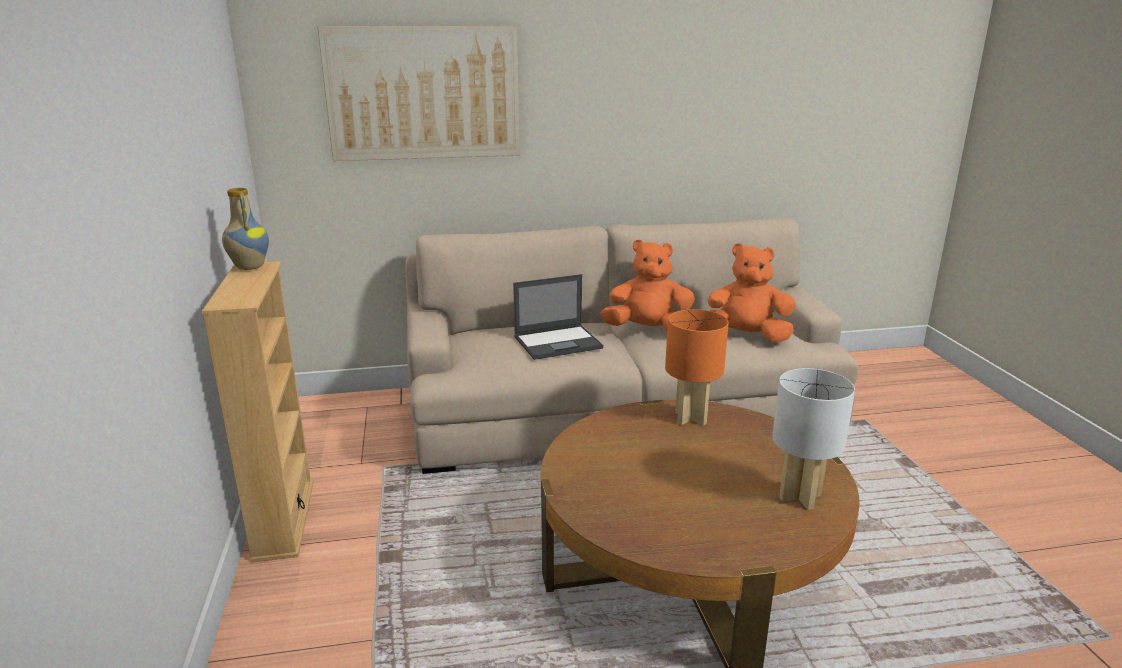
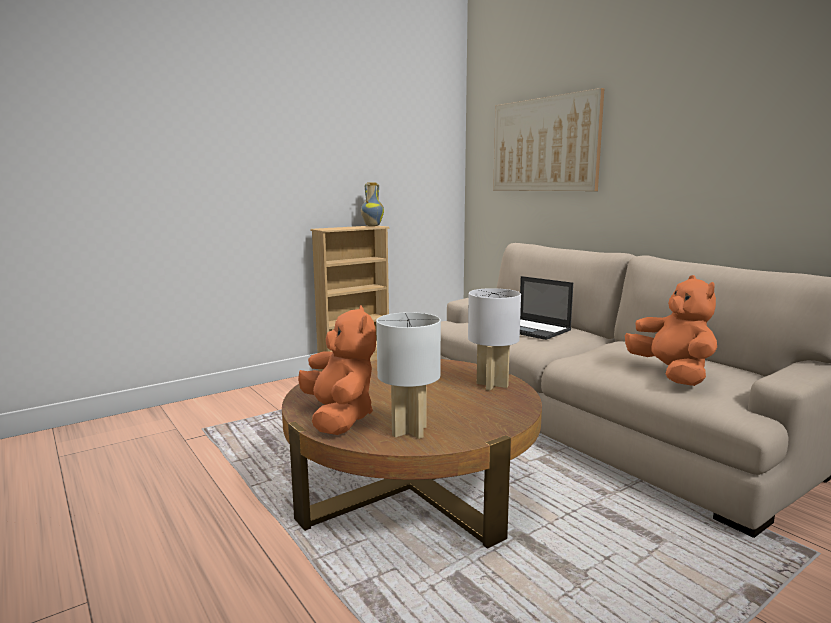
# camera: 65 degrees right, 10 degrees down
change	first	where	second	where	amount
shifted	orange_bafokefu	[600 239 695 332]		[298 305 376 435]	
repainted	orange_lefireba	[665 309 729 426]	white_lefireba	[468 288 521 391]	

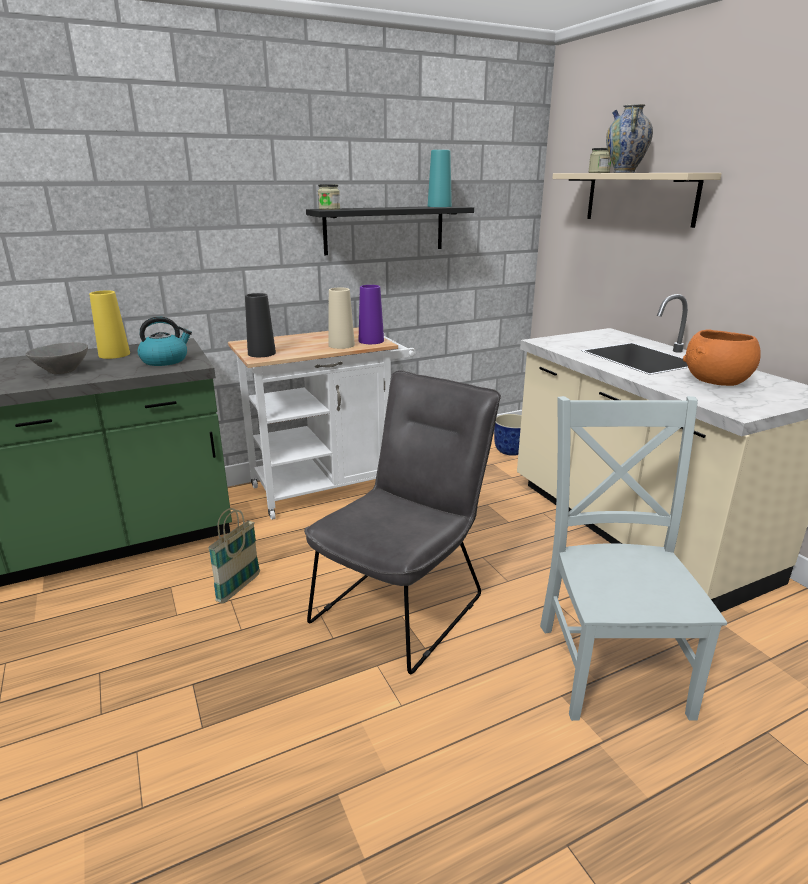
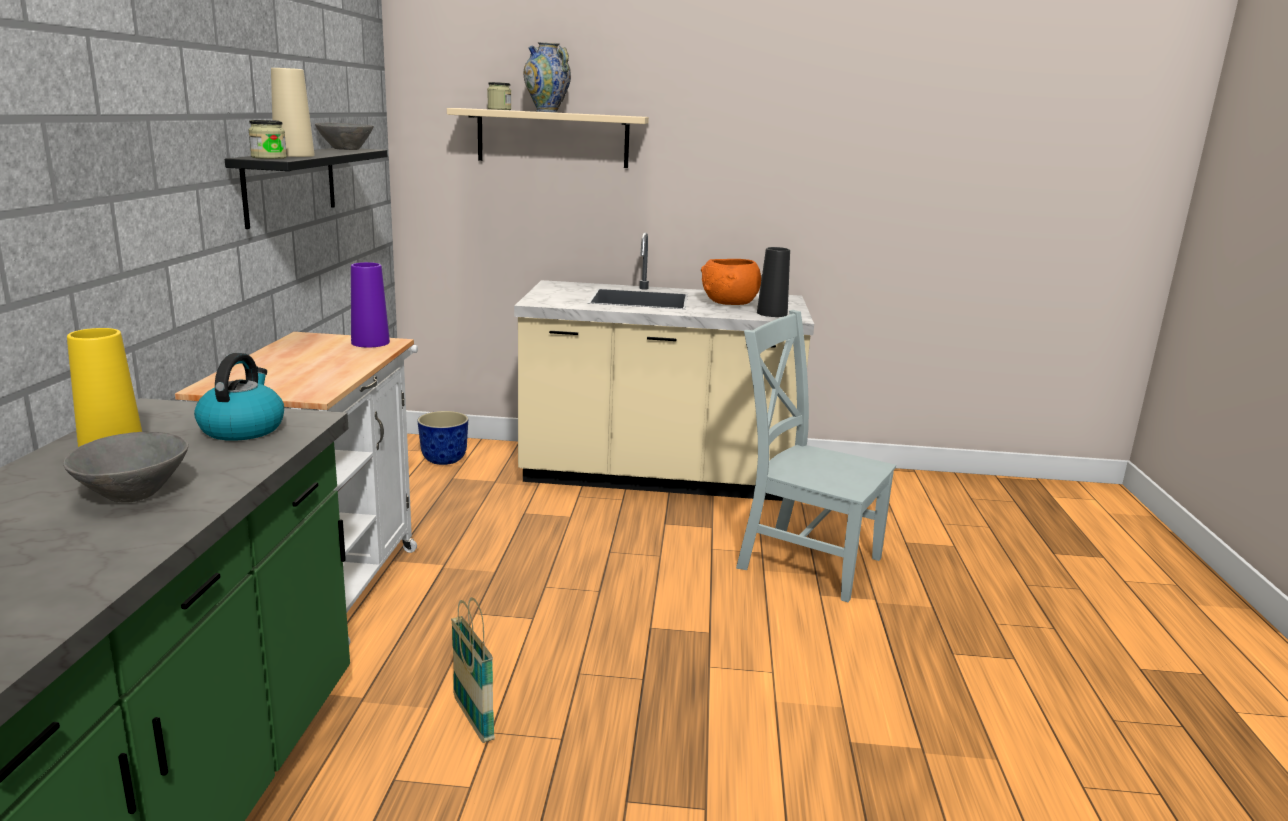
# camera: 60 degrees left, 5 degrees down
change	first	where	second	where	amount
gone	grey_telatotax	[304 370 501 674]			
shifted	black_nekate	[245 293 276 357]		[757 247 790 317]	
shifted	beige_nekate	[328 287 355 349]		[271 68 315 157]	
swapped	turquoise_nekate	[428 150 452 207]	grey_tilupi	[315 123 374 150]	

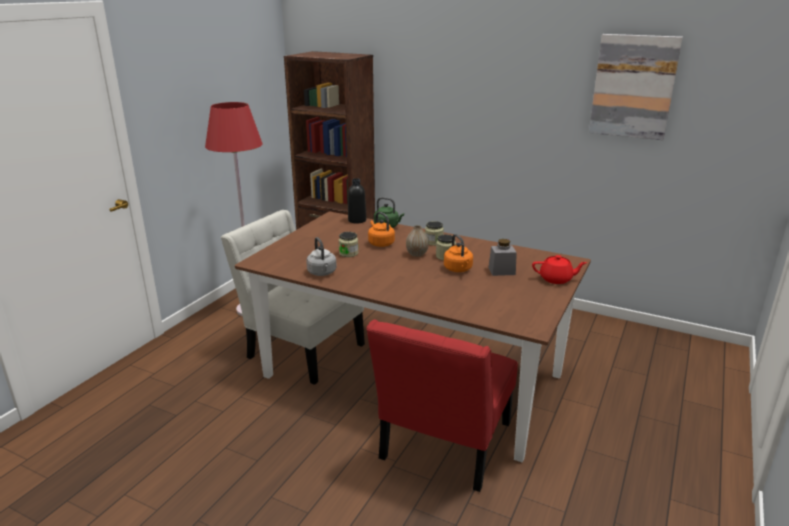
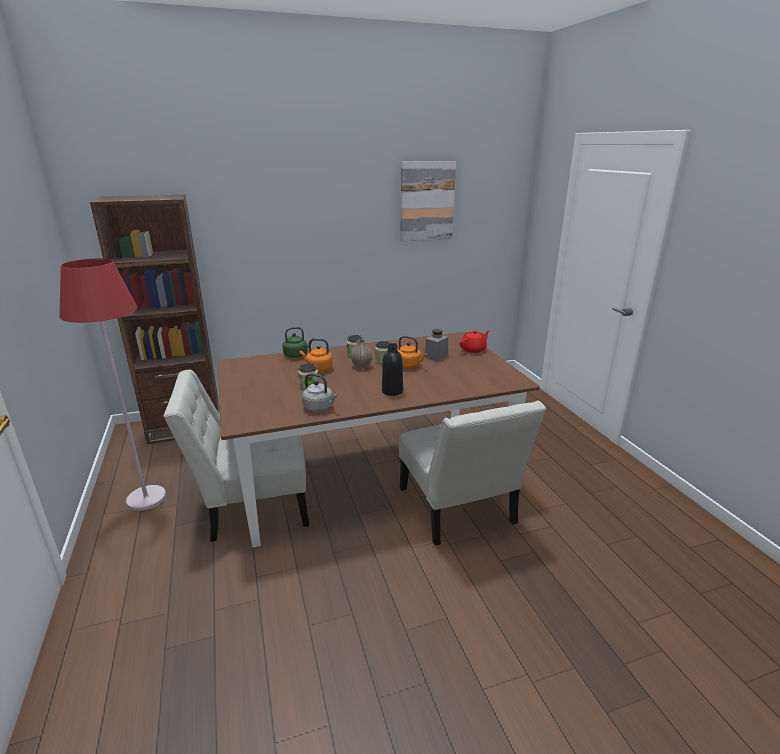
# camera: 45 degrees left, 0 degrees up
change	first	where	second	where	amount
shifted	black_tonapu	[348 178 366 224]		[382 343 403 396]	
repainted	red_telatotax	[366 320 518 492]	white_telatotax	[399 401 546 546]	

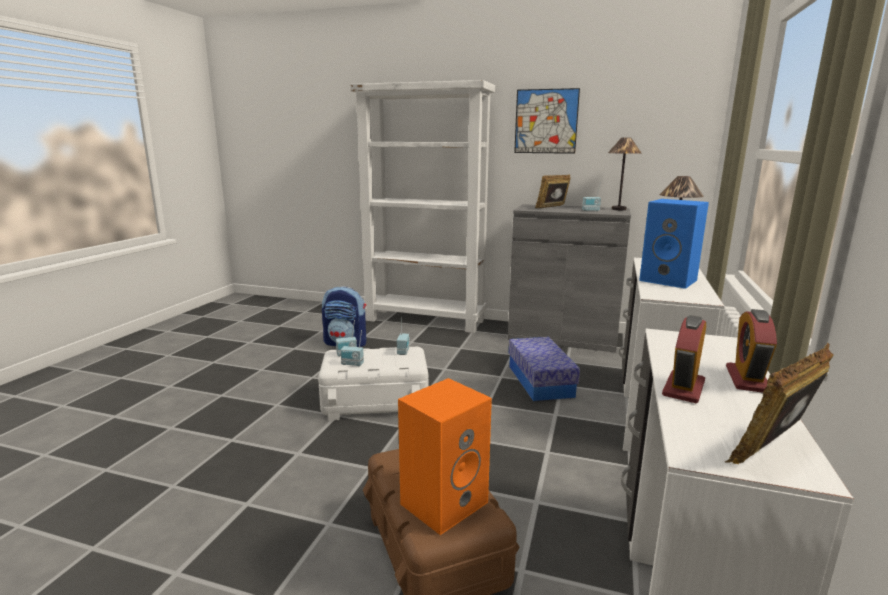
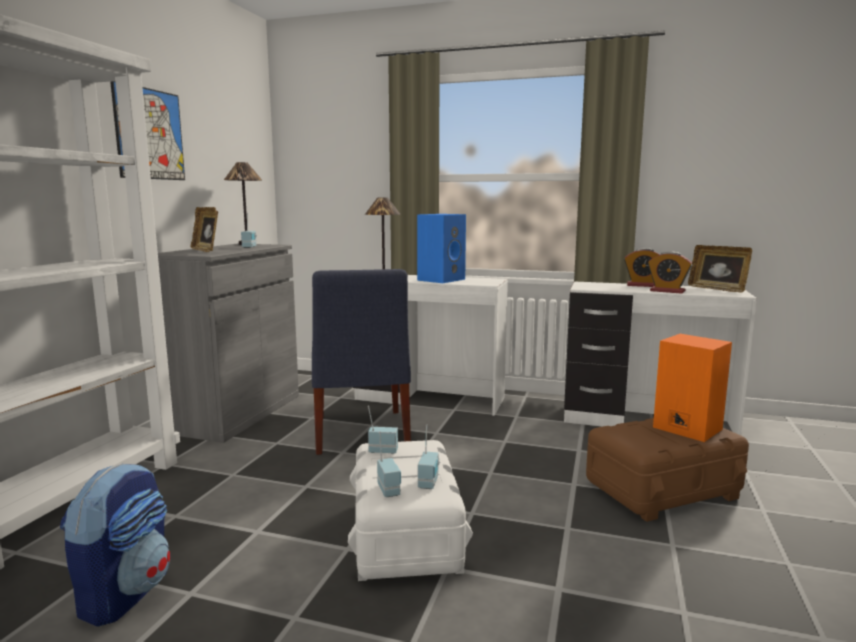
# camera: 90 degrees left, 5 degrees down
change	first	where	second	where	amount
swapped	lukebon	[509 337 580 401]	blue_telatotax	[312 269 411 455]	

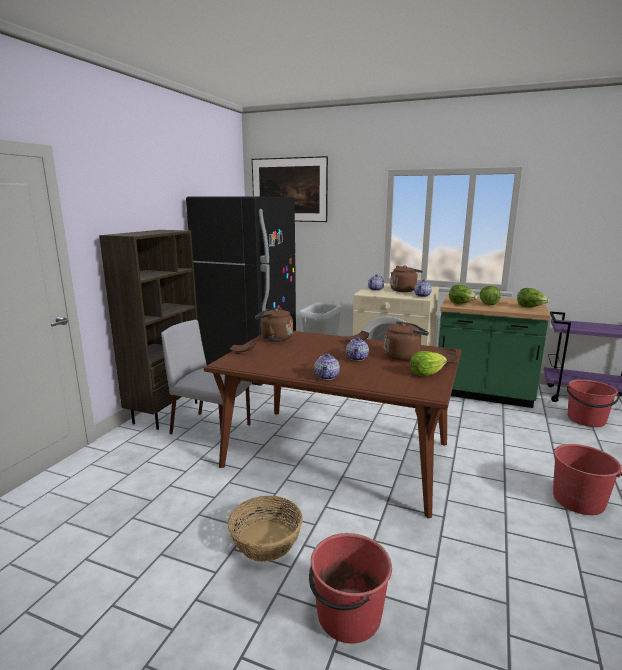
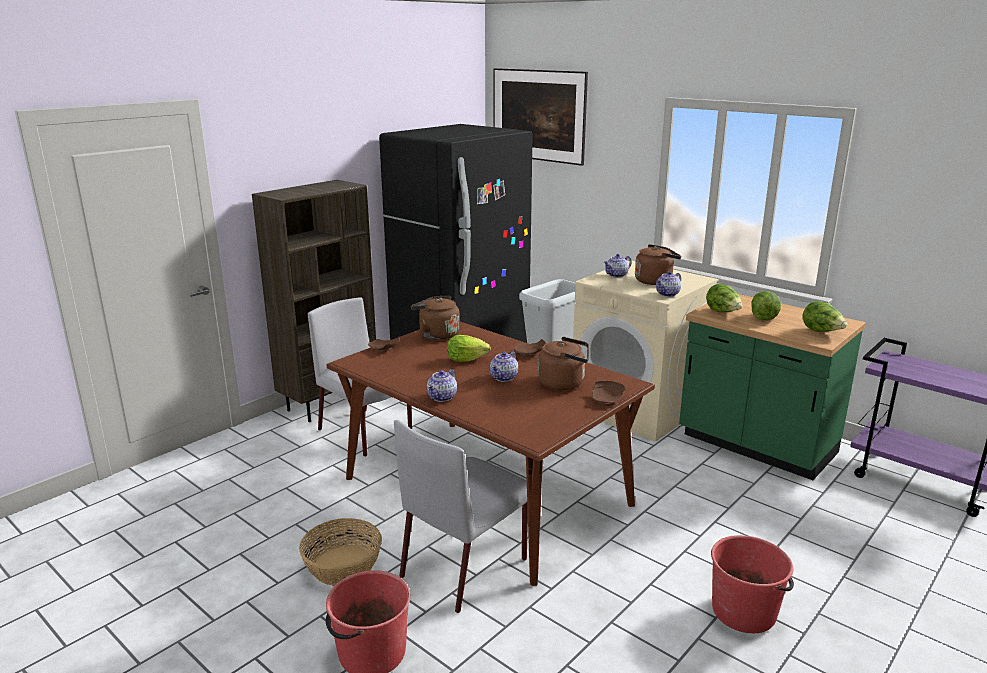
# camera: 20 degrees right, 5 degrees up
change	first	where	second	where	amount
gone	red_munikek	[567 379 620 427]			
new			grey_telatotax	[394 420 528 613]	
shifted	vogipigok	[410 351 447 376]		[447 335 491 362]	

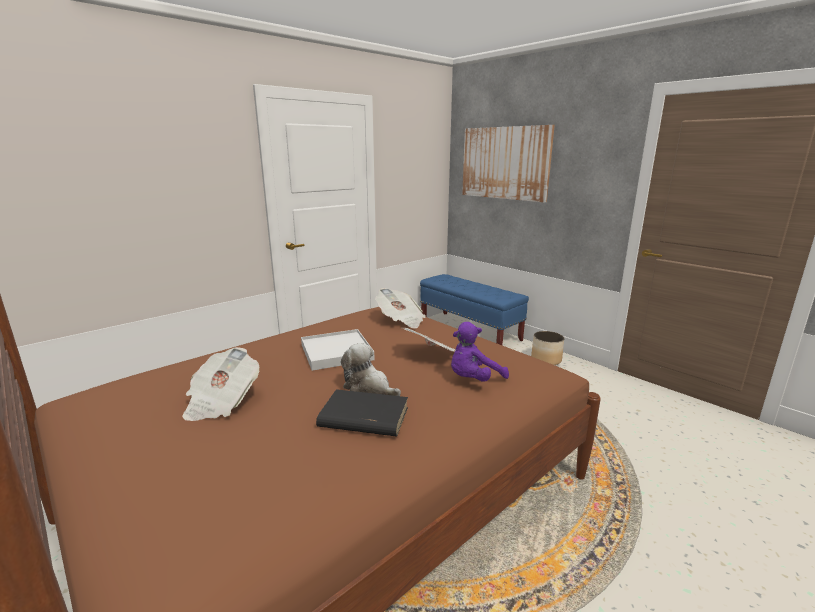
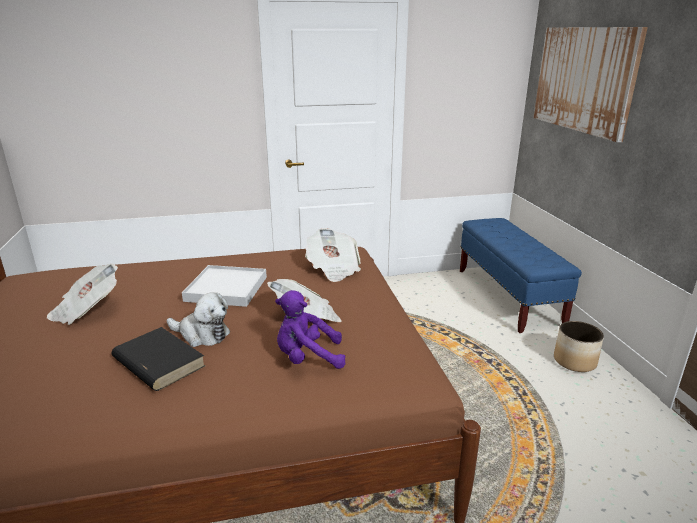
# camera: 30 degrees right, 5 degrees up
change	first	where	second	where	amount
rotated	bafokefu	[341 343 401 396]		[167 292 230 347]	135 degrees clockwise

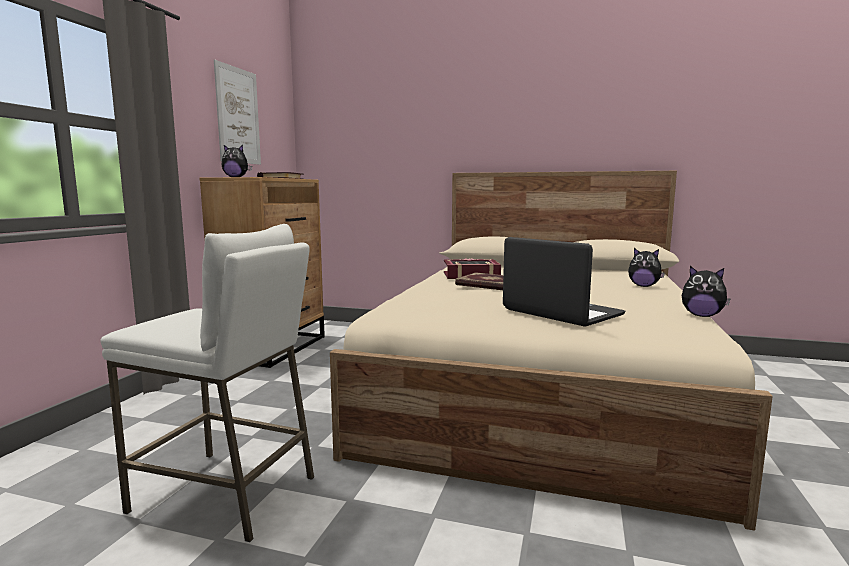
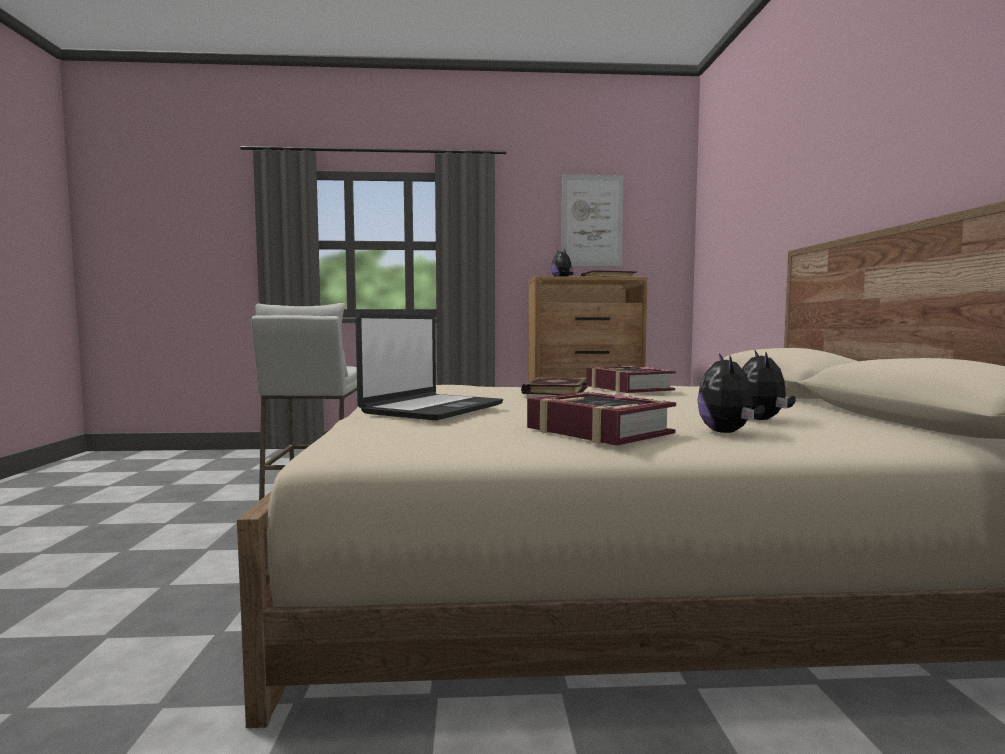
# camera: 70 degrees right, 5 degrees down
change	first	where	second	where	amount
new			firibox	[527 391 676 446]	
shifted	bafokefu	[682 266 730 317]		[742 349 796 420]	

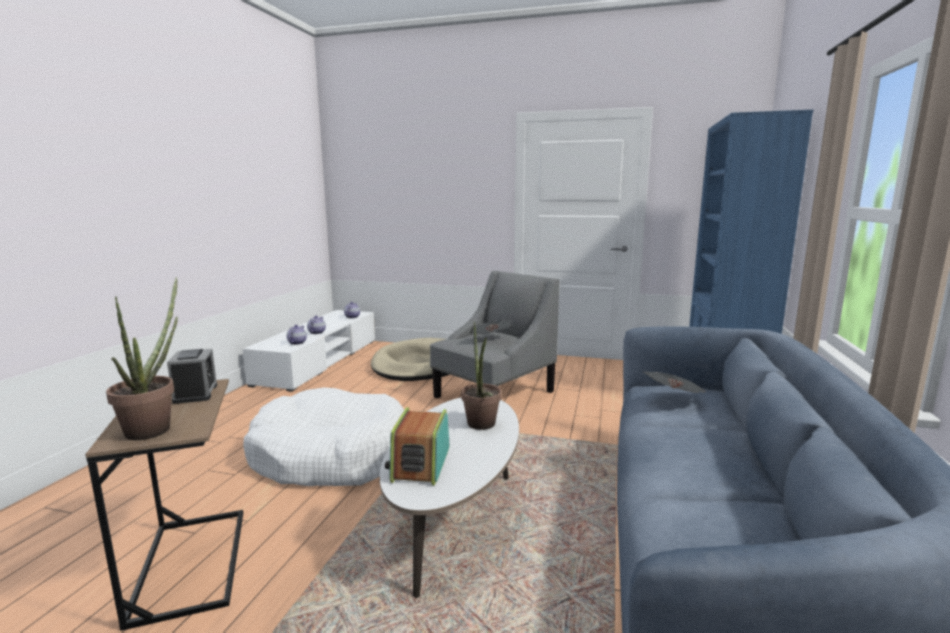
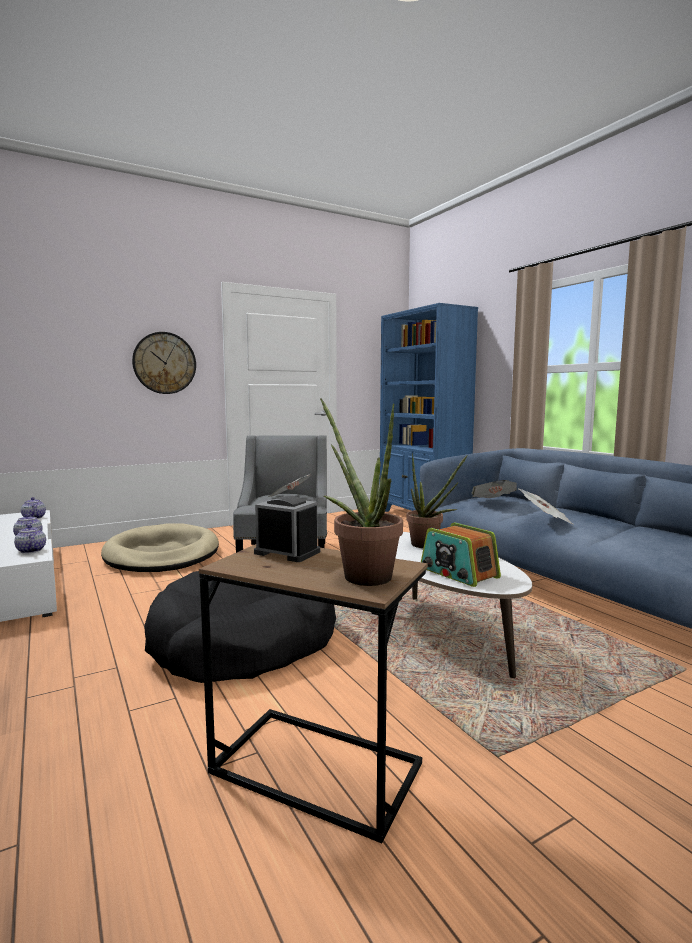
# camera: 45 degrees left, 5 degrees down
change	first	where	second	where	amount
new			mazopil	[132 332 196 394]	
new			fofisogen	[519 489 573 524]	
repainted	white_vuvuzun	[243 387 404 486]	black_vuvuzun	[144 571 336 683]	

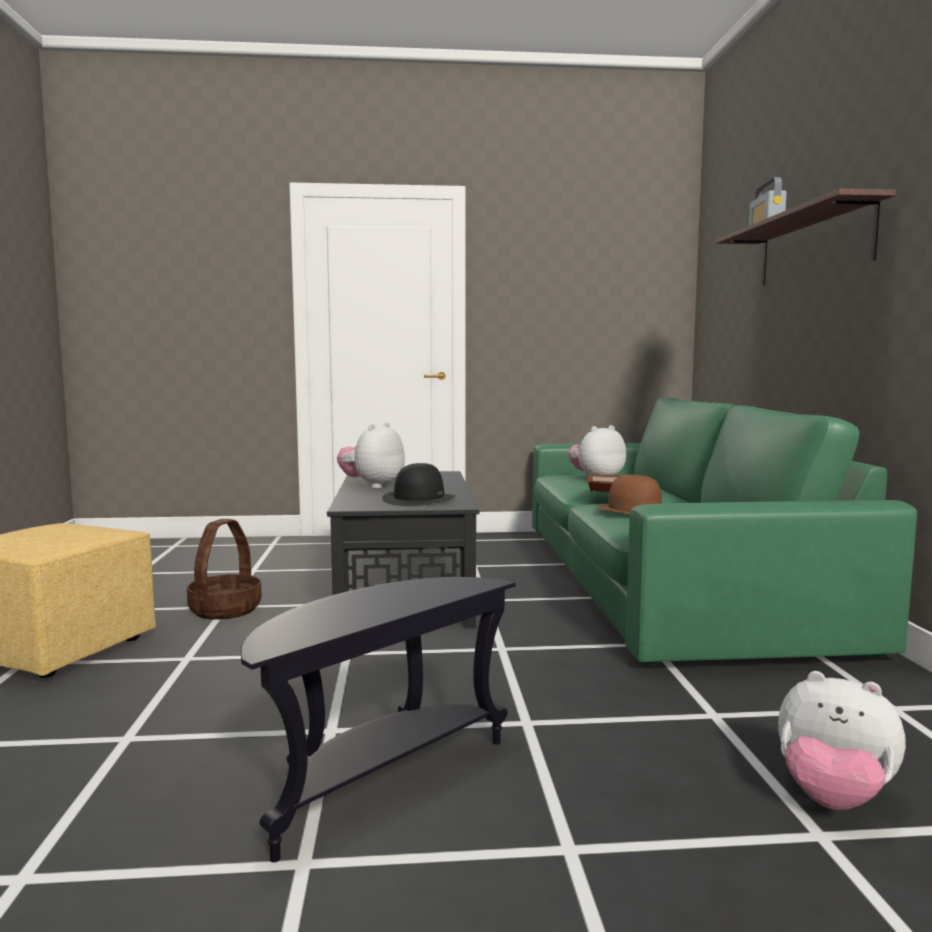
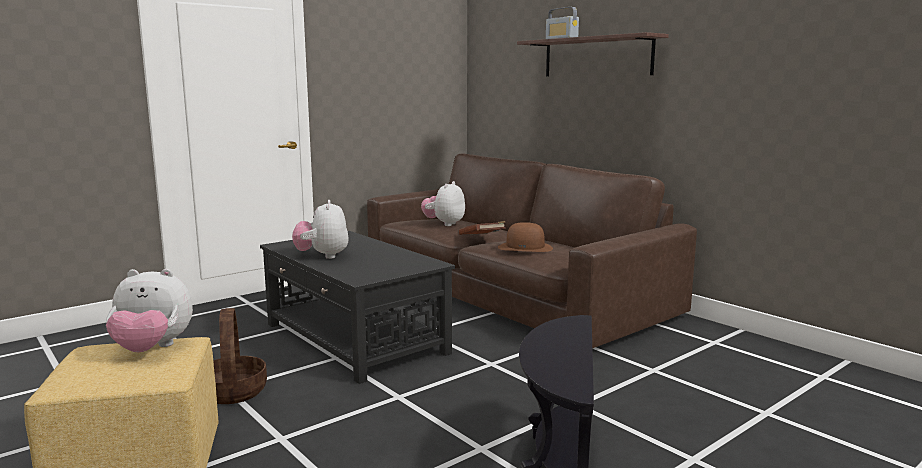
# camera: 35 degrees left, 5 degrees up
change	first	where	second	where	amount
gone	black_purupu	[382 463 455 506]			
shifted	bafokefu	[778 671 906 810]		[106 269 193 353]	
repainted	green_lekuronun	[532 397 917 666]	brown_lekuronun	[367 154 697 349]	

